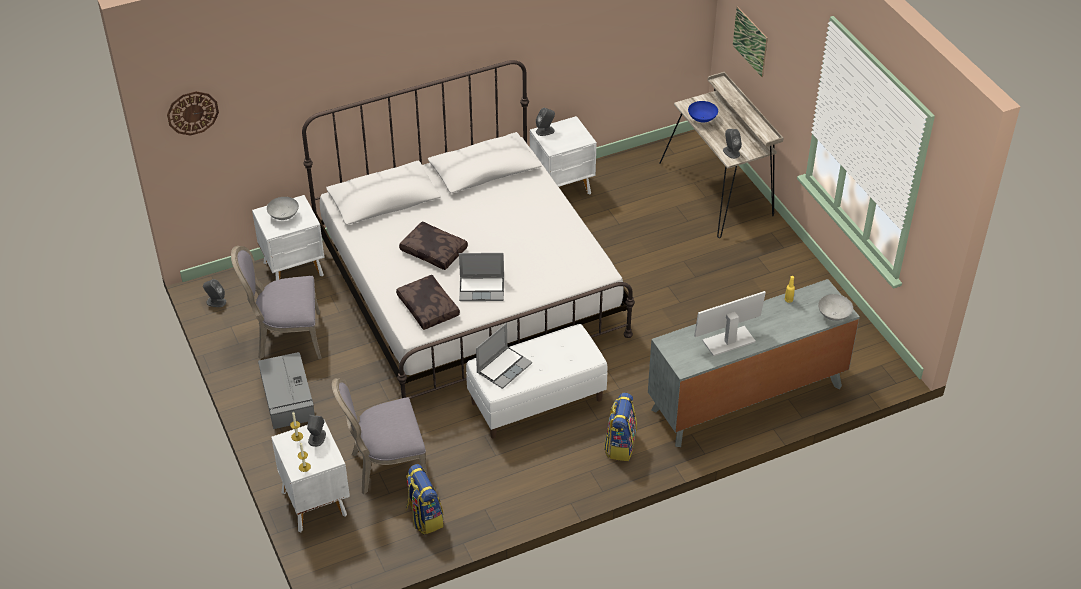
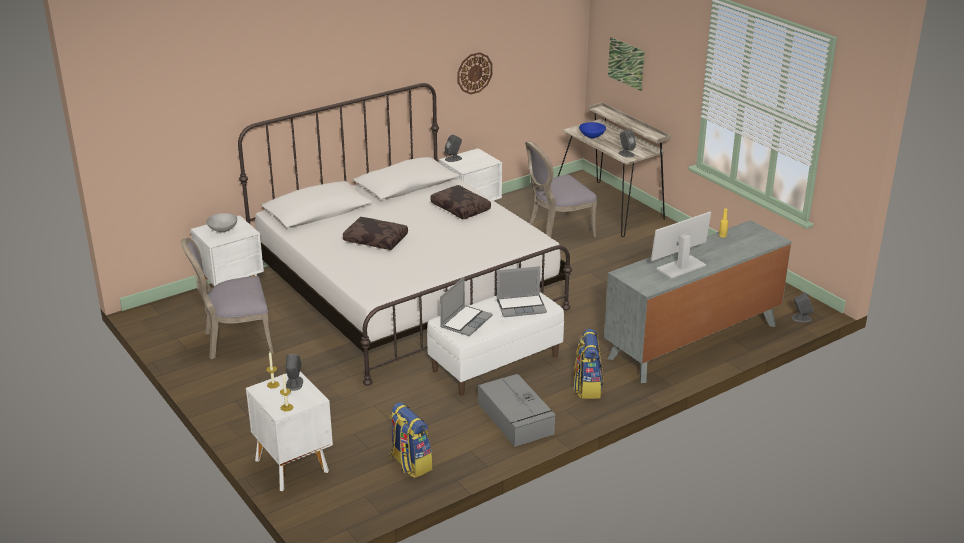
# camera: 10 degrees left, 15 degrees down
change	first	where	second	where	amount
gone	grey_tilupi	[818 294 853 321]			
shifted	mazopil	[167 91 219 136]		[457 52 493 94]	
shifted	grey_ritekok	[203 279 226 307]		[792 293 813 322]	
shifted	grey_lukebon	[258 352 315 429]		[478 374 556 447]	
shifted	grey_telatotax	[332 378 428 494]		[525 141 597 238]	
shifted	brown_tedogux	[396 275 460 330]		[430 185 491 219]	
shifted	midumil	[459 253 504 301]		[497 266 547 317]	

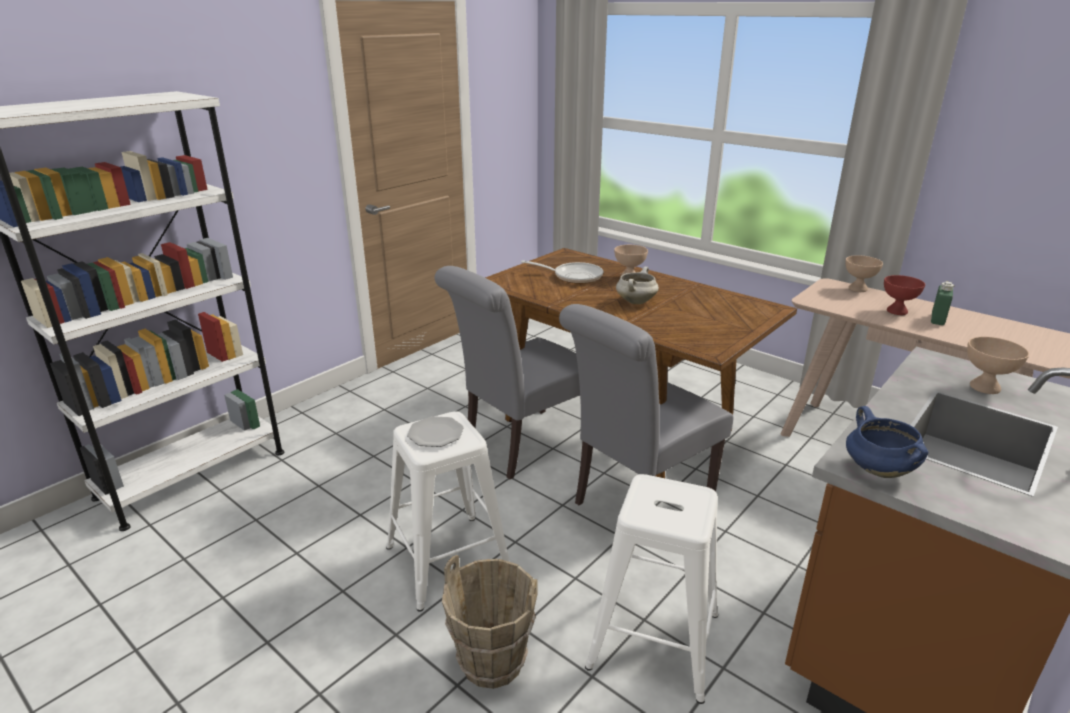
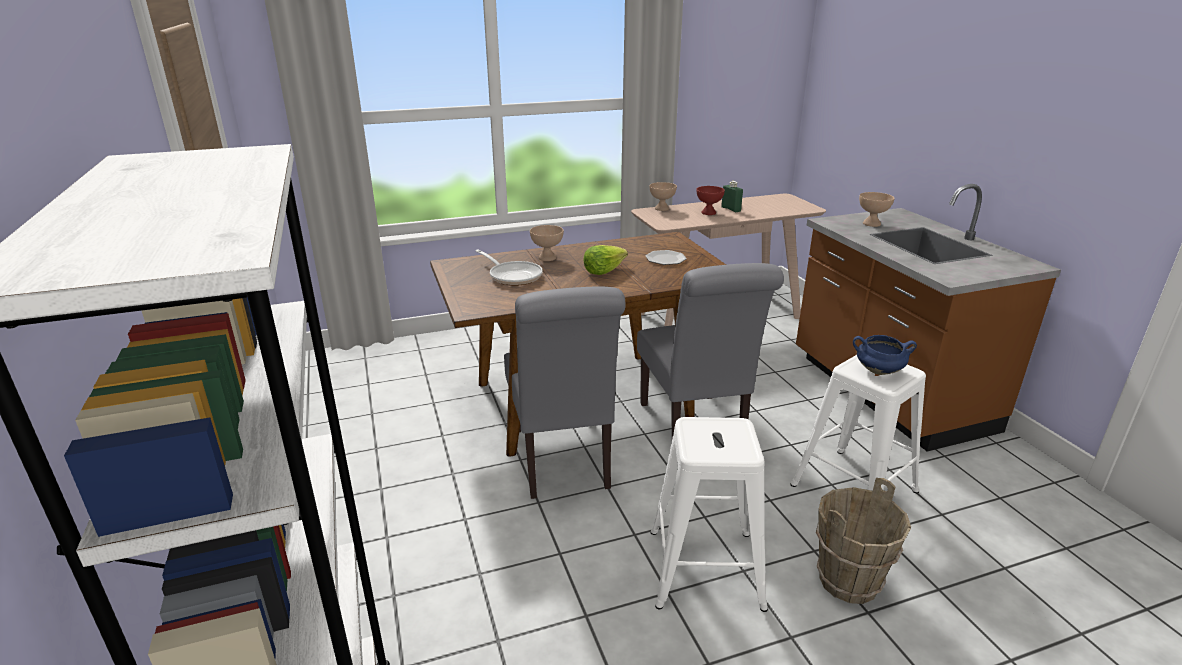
# camera: 60 degrees left, 0 degrees up
change	first	where	second	where	amount
shifted	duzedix	[407 416 464 447]		[646 250 687 265]	
shifted	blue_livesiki	[846 406 928 478]		[853 335 917 375]	
swapped	white_livesiki	[616 267 659 304]	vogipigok	[583 245 628 275]	
rotated	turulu	[521 260 603 284]		[476 249 543 286]	90 degrees clockwise

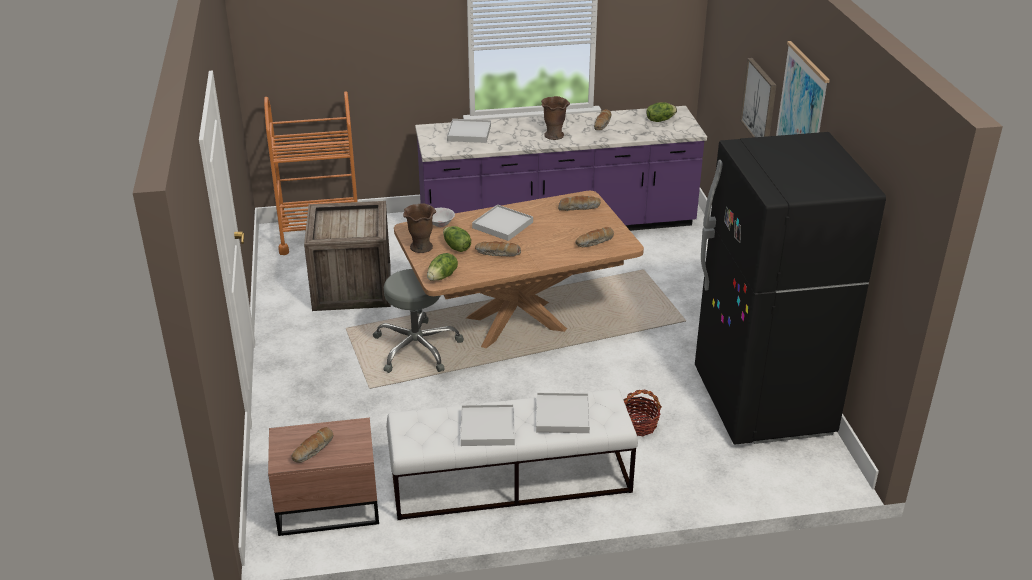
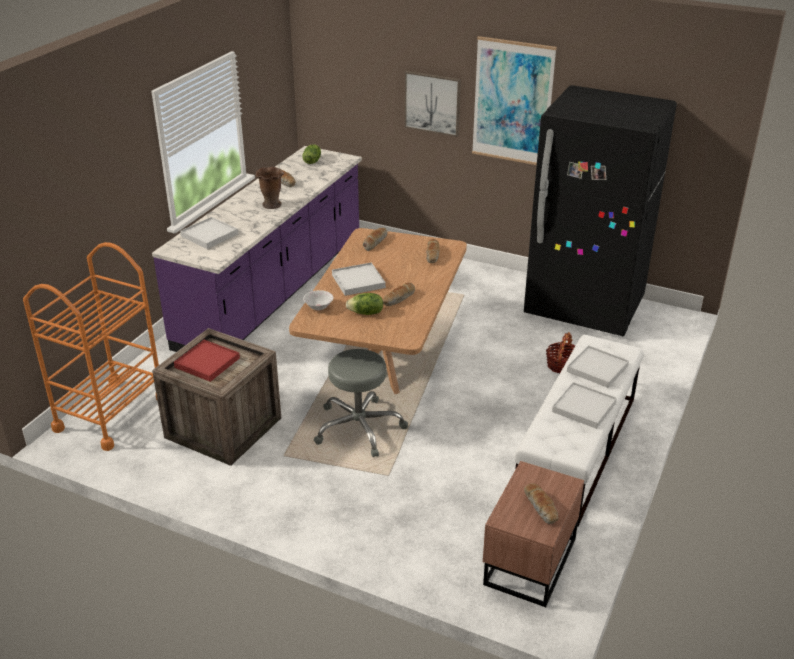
# camera: 55 degrees left, 0 degrees up
change	first	where	second	where	amount
gone	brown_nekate	[403 203 436 253]			
gone	vogipigok	[427 253 458 281]			
new			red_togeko	[174 340 240 382]	

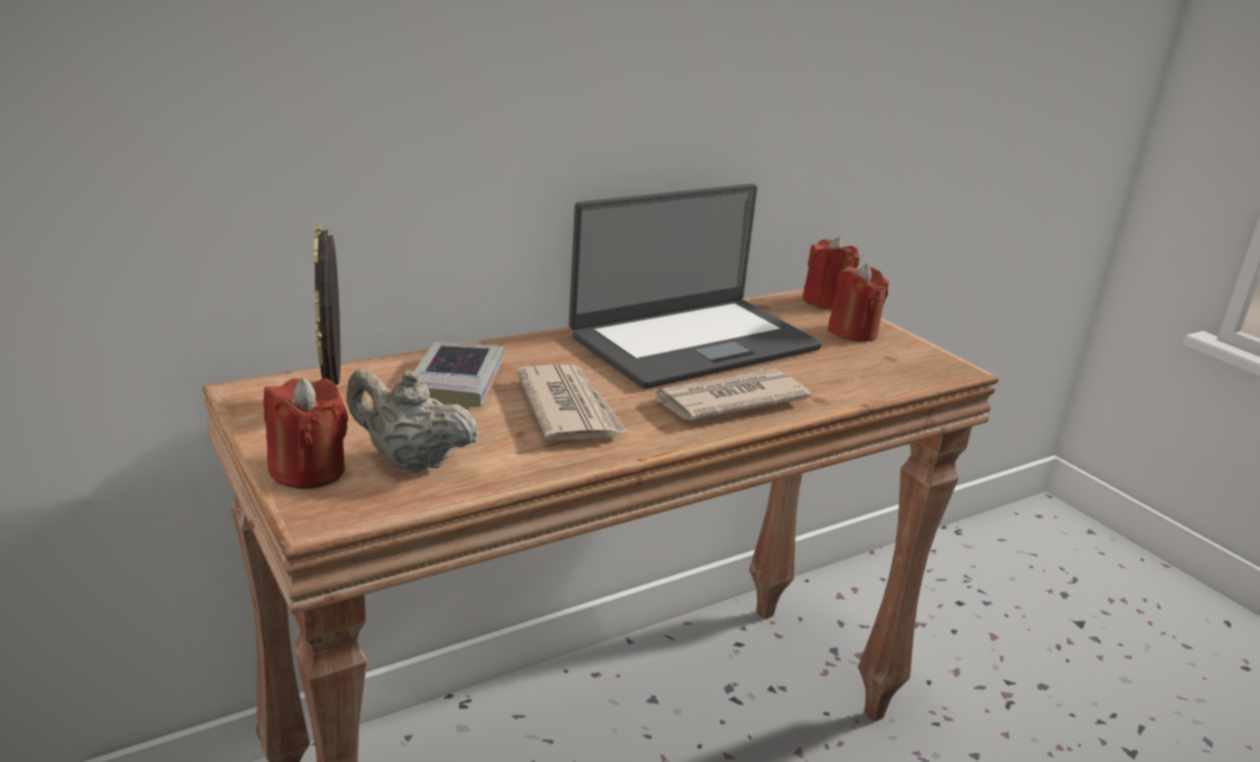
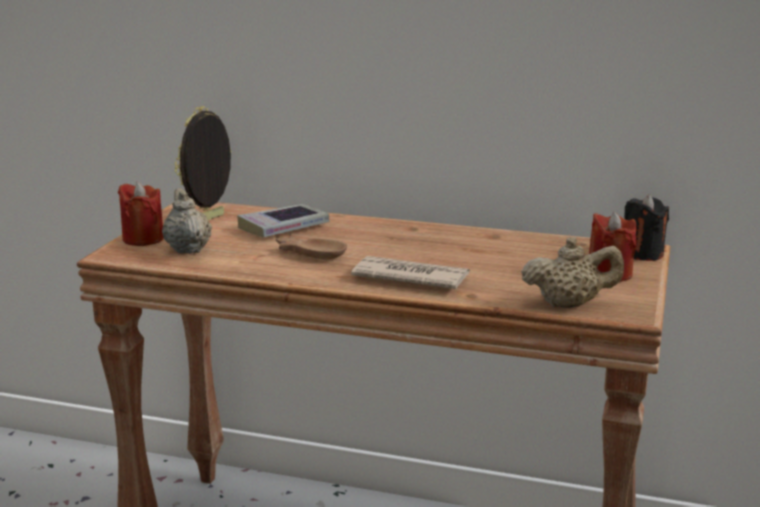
# camera: 50 degrees right, 5 degrees down
change	first	where	second	where	amount
gone	midumil	[569 184 822 389]			
new			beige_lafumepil	[521 237 624 308]	
swapped	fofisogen	[516 365 628 441]	brown_tilupi	[276 236 347 260]	
repainted	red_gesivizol	[802 237 859 310]	black_gesivizol	[624 194 669 261]	

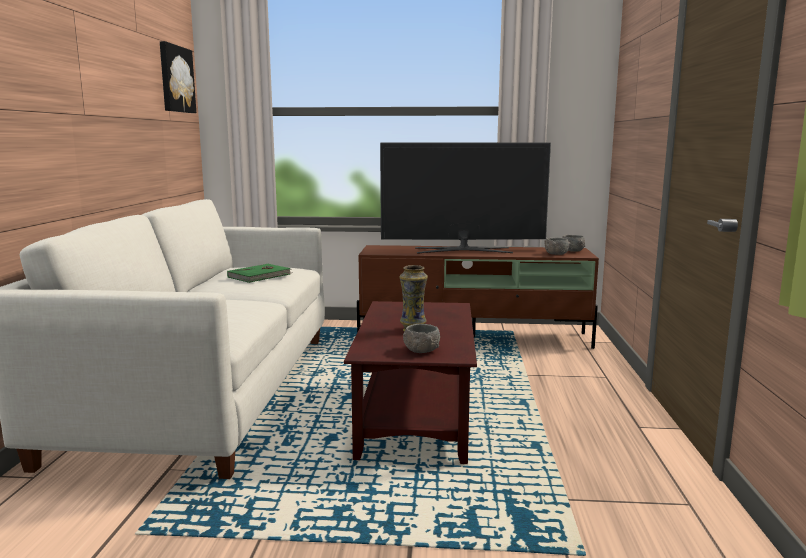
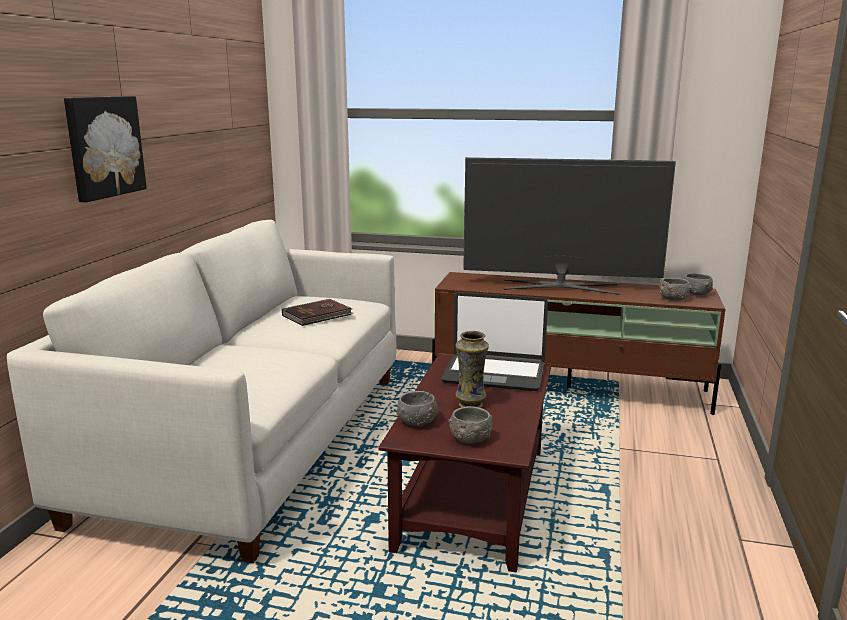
# camera: 10 degrees right, 5 degrees up
change	first	where	second	where	amount
new			grey_tilupi	[397 391 438 426]	
new			midumil	[441 292 548 391]	
shifted	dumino	[160 41 196 113]		[64 96 147 202]	
repainted	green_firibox	[227 264 292 283]	brown_firibox	[282 299 353 326]	

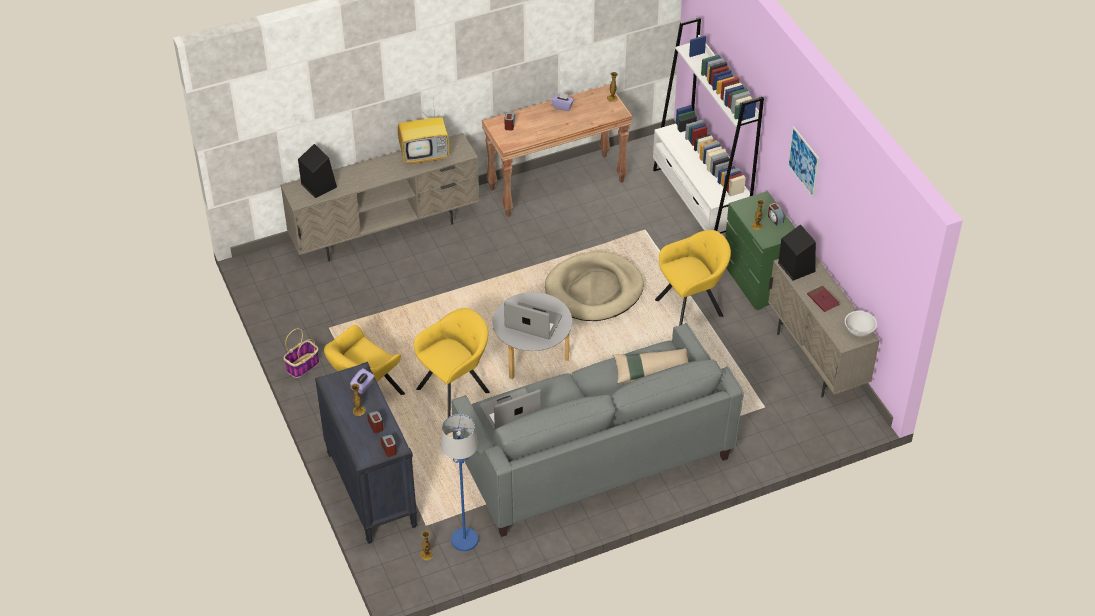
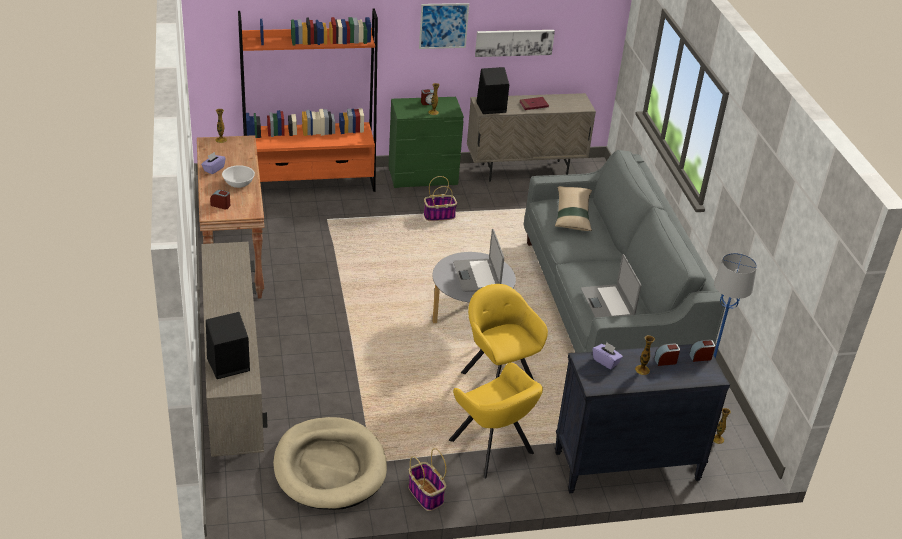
# camera: 80 degrees left, 10 degrees down
change	first	where	second	where	amount
gone	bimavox	[398 97 450 165]			
new			dumino	[475 30 555 57]	
shifted	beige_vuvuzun	[545 251 644 321]		[273 417 387 510]	
shifted	white_tilupi	[845 311 877 337]		[222 165 255 188]	
swapped	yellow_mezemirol	[655 230 731 325]	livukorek	[424 176 457 221]	
repainted	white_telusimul	[653 17 764 233]	orange_telusimul	[238 8 378 192]	
rotated	midumil	[504 301 562 339]		[453 229 504 292]	45 degrees counterclockwise

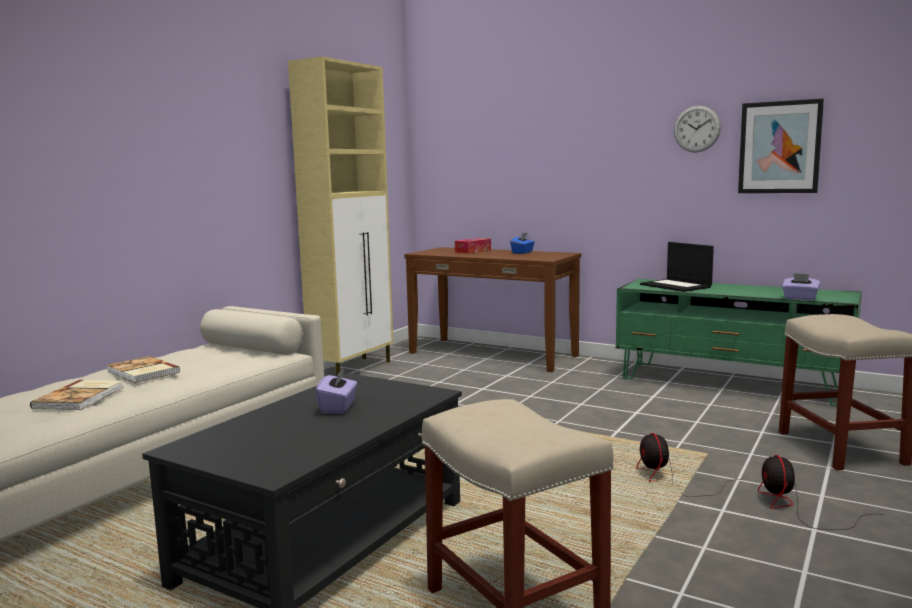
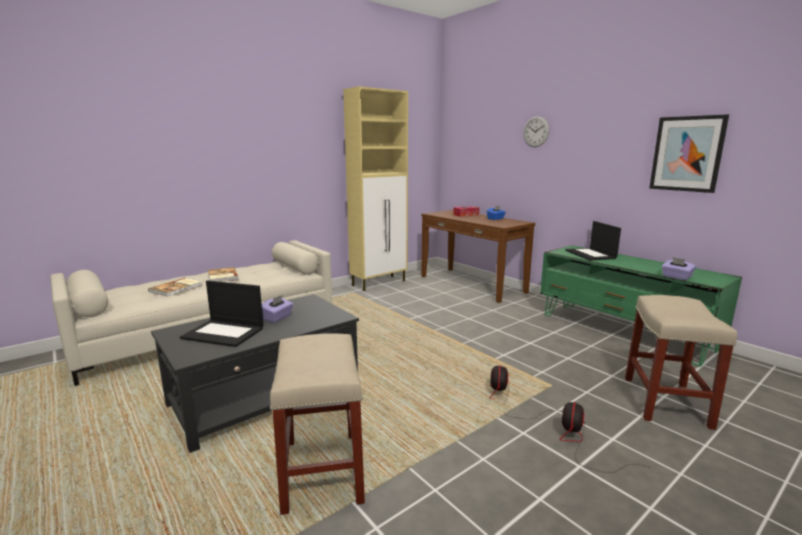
# camera: 20 degrees right, 5 degrees up
change	first	where	second	where	amount
new			midumil	[180 280 264 347]	
shifted	mazopil	[674 106 721 153]		[523 116 549 147]	

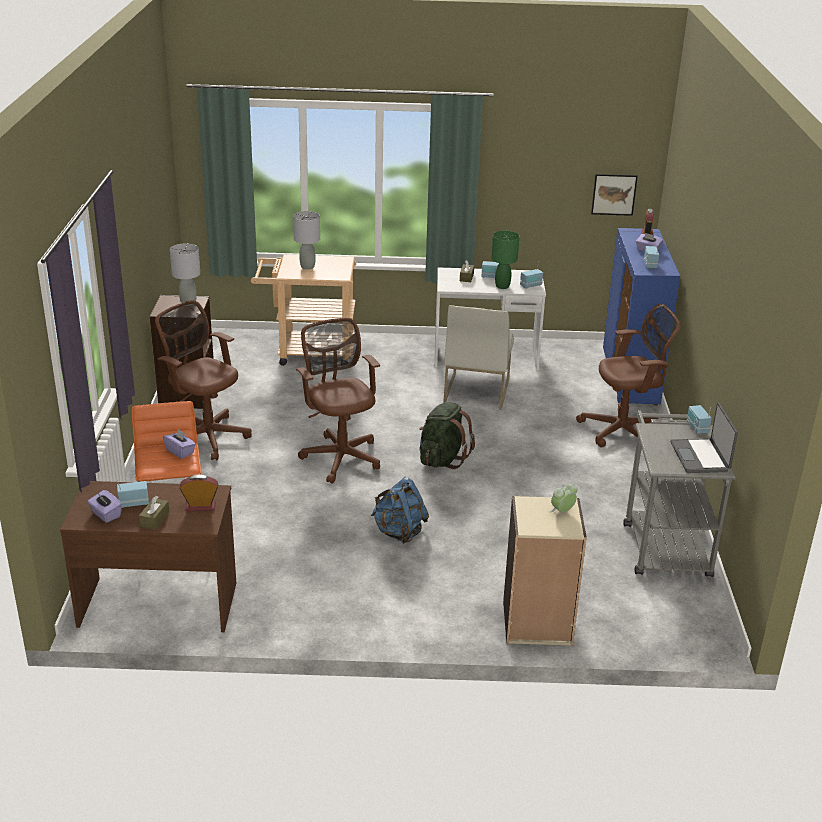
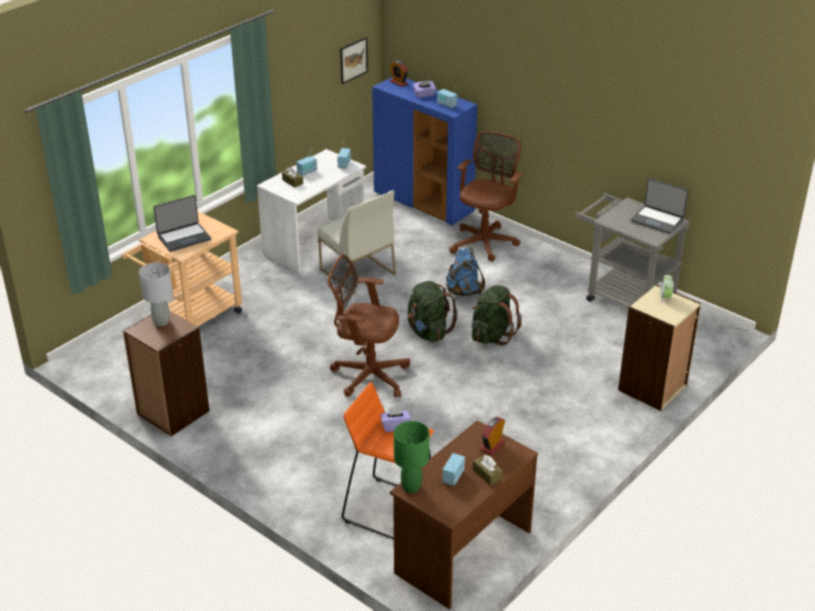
# camera: 50 degrees left, 5 degrees up
change	first	where	second	where	amount
gone	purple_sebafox	[88 490 122 523]			
gone	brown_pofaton	[155 300 252 461]			
gone	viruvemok	[687 405 712 434]			
new			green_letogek	[472 285 522 346]	
shifted	blue_letogek	[371 477 429 544]		[445 248 485 296]	
shifted	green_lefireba	[491 231 519 289]		[394 421 429 493]	
swapped	grey_lefireba	[293 211 320 270]	midumil	[153 195 211 252]	

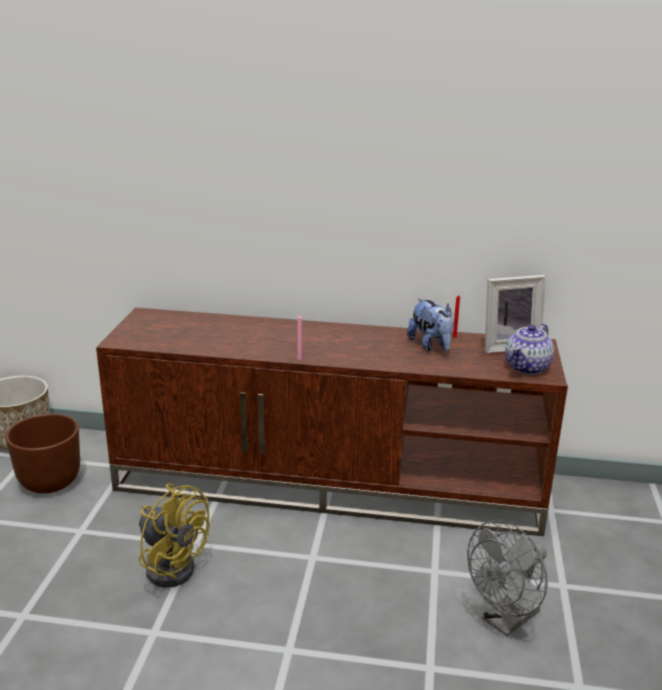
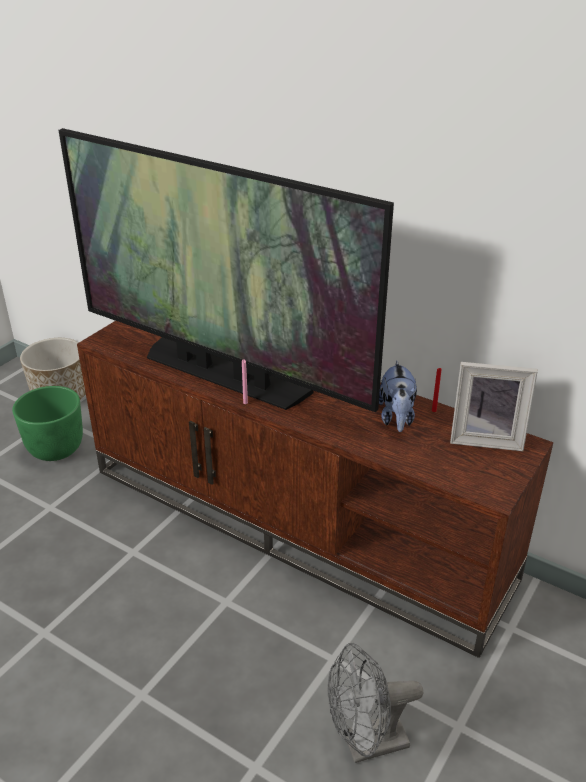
# camera: 25 degrees right, 10 degrees up
change	first	where	second	where	amount
gone	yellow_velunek	[138 484 210 588]			
gone	lafumepil	[505 324 554 375]			
new			bimavox	[59 128 394 412]	
repainted	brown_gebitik	[5 414 80 494]	green_gebitik	[12 386 83 461]	

